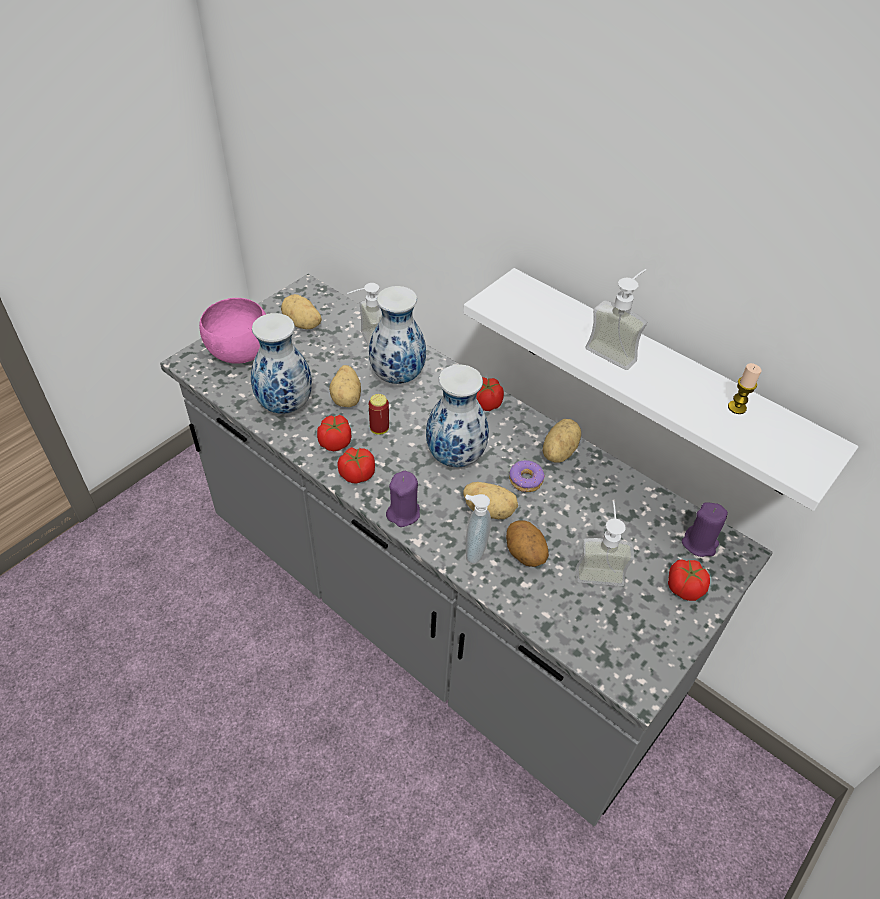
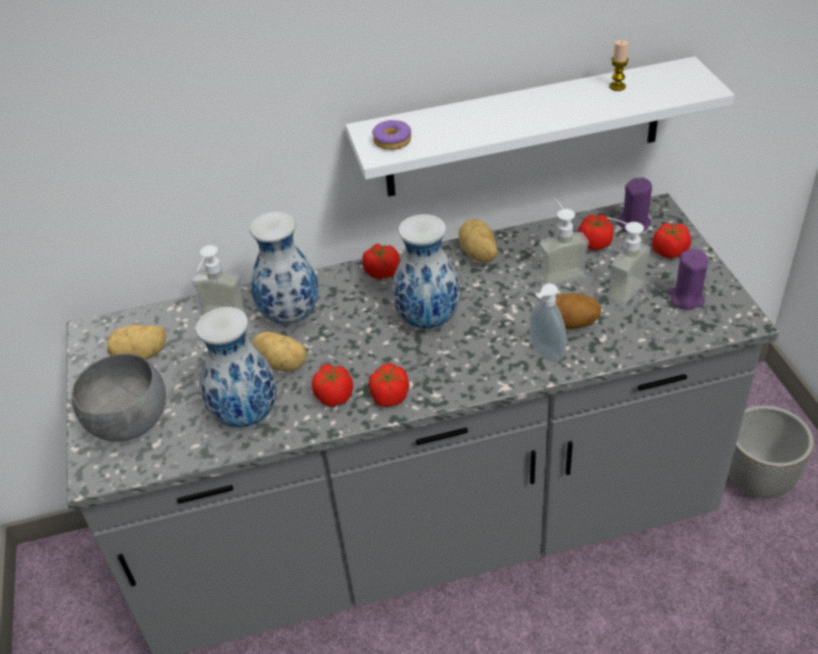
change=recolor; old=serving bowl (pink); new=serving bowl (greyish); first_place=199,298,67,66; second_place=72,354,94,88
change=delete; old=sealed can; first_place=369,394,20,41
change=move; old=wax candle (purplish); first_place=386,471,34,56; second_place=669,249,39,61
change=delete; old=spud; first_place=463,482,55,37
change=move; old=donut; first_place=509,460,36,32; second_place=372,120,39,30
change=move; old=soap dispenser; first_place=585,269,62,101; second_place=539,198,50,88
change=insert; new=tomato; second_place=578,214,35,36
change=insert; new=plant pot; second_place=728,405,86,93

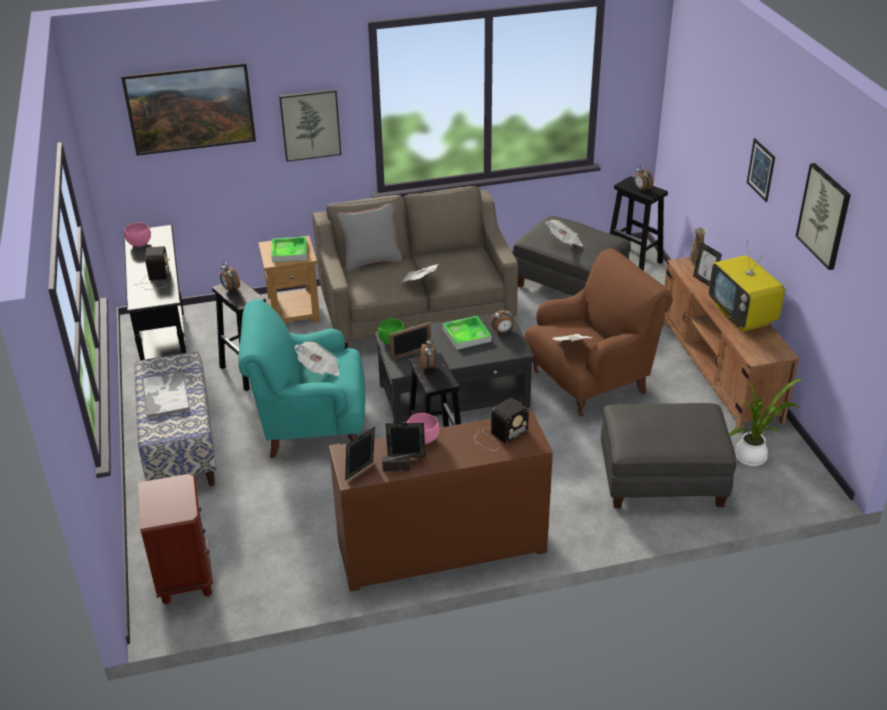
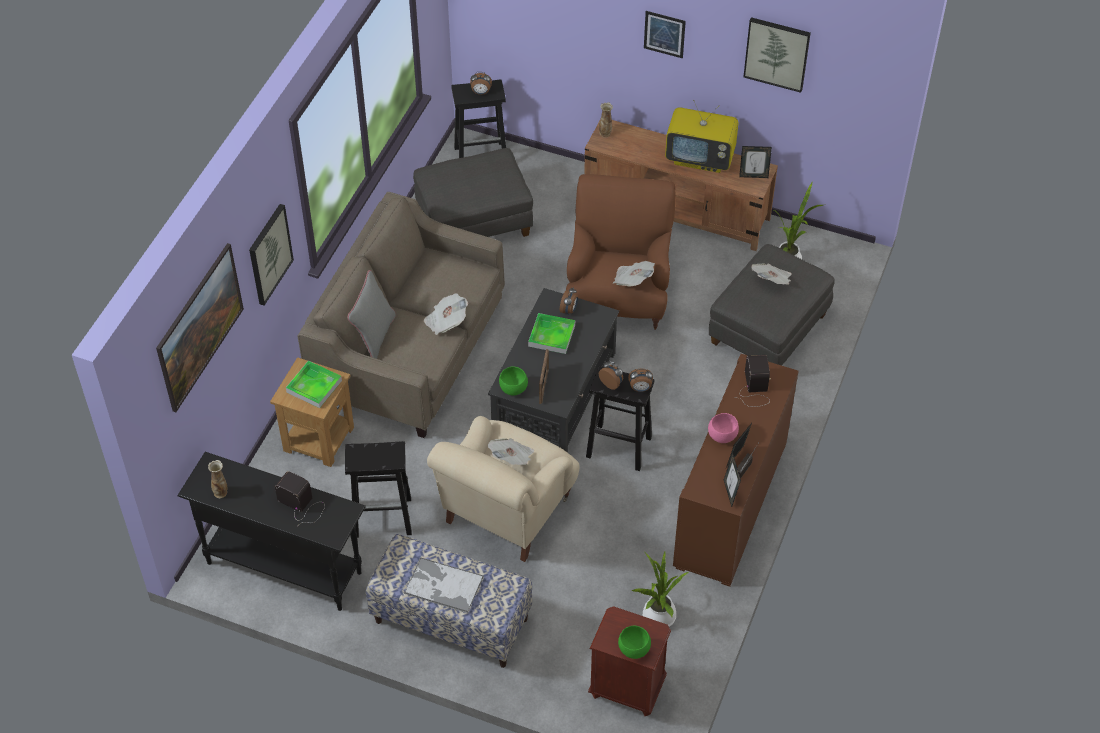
change=replace; old=serving bowl (pink); new=flower vase; first_place=124,222,27,25; second_place=208,460,19,38
change=move; old=alarm clock; first_place=220,262,20,30; second_place=628,369,25,23
change=recolor; old=armchair (turquoise-coloured); new=armchair (beige-coloured); first_place=238,299,127,159; second_place=427,416,153,146
change=move; old=newspaper; first_place=545,220,38,26; second_place=751,264,41,21
change=move; old=photo frame; first_place=693,242,29,44; second_place=739,146,33,32
change=insert; new=serving bowl (green); second_place=618,626,33,33
change=insert; new=potted plant; second_place=632,551,56,76

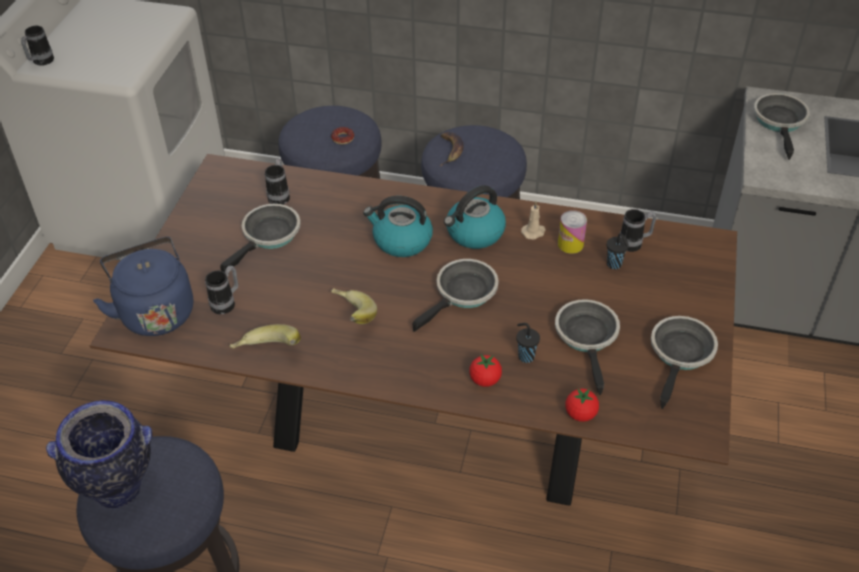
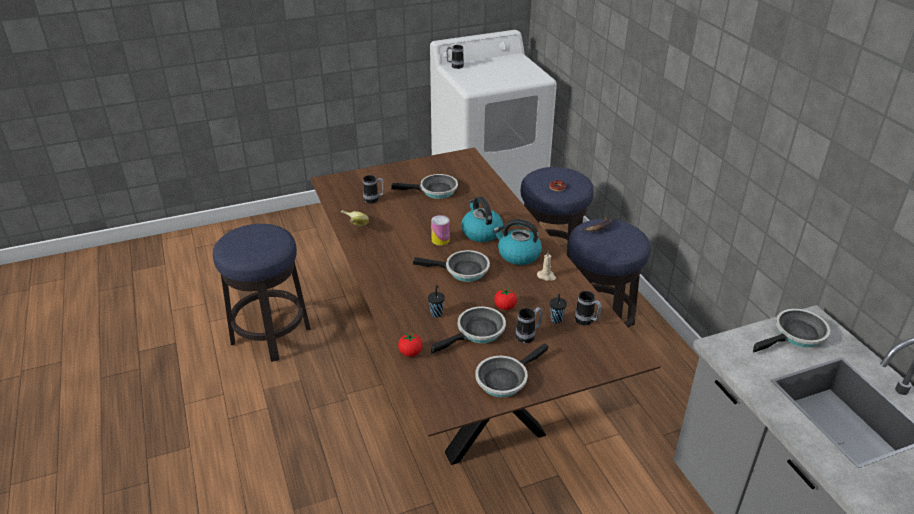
change=delete; old=flower vase; first_place=46,400,107,108
change=delete; old=tea kettle (blue-coloured); first_place=93,237,100,99
change=move; old=coffee mug; first_place=265,158,25,47; second_place=516,307,27,36
change=delete; old=whole banana; first_place=331,288,46,36
change=move; old=tomato; first_place=469,355,33,32; second_place=494,287,23,23
change=move; old=sealed can; first_place=558,210,29,44; second_place=431,215,19,31
change=rotate; old=skillet; first_place=651,316,67,93; second_place=475,343,74,54; degrees=150

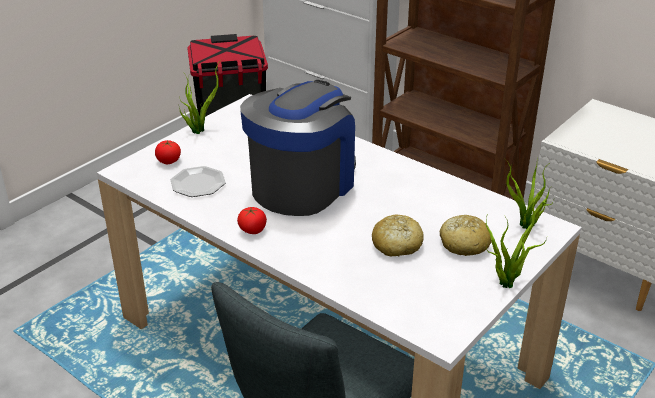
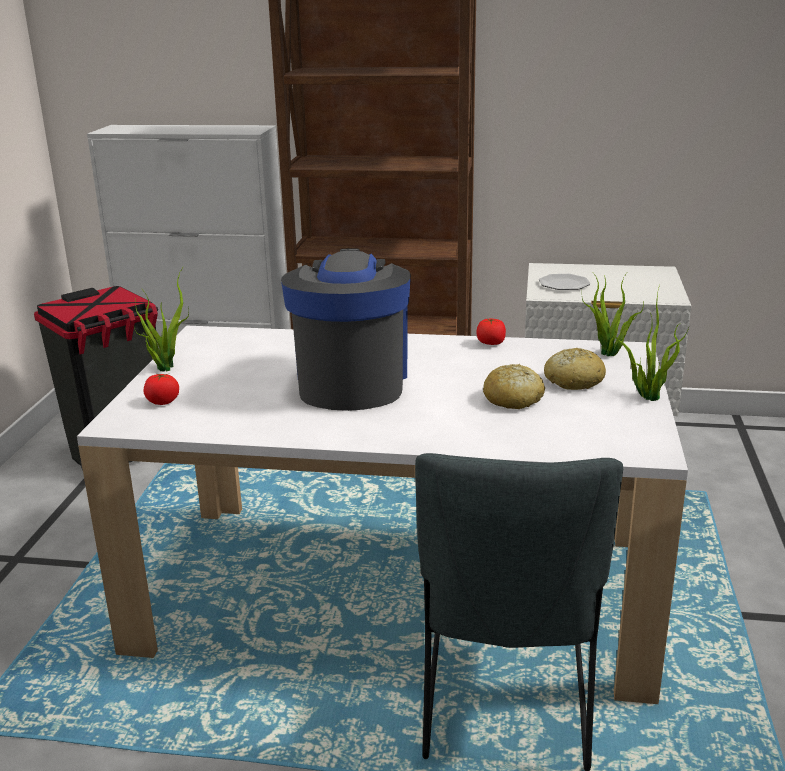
change=move; old=flat dish; first_place=171,166,55,31; second_place=539,274,51,16
change=move; old=tomato; first_place=237,207,30,27; second_place=476,318,30,27

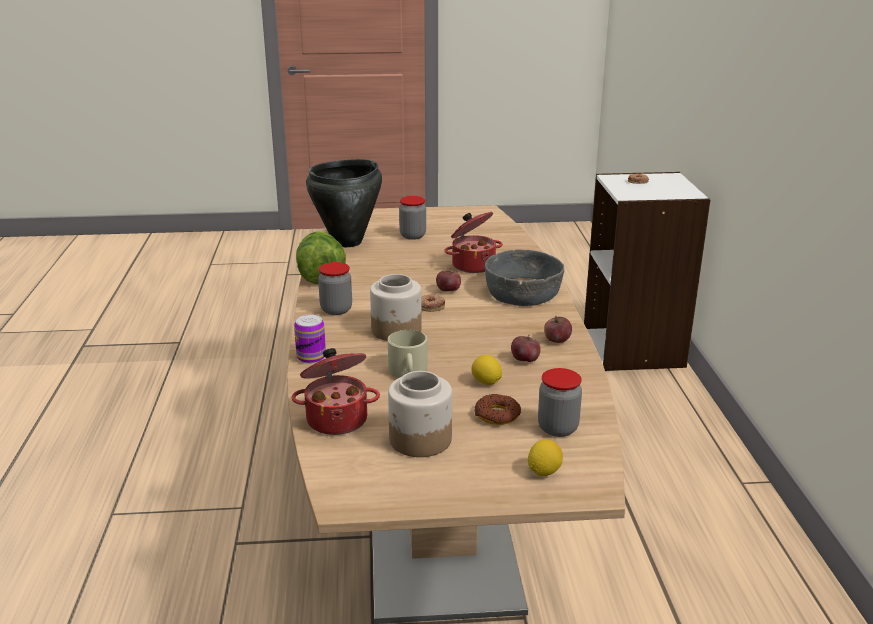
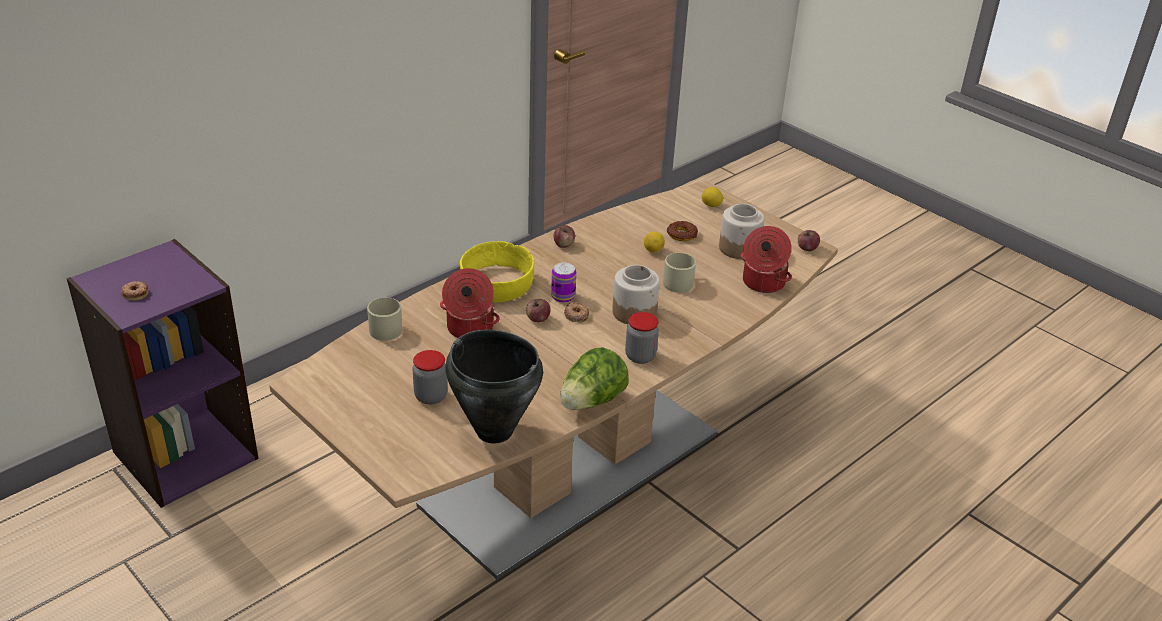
change=move; old=sealed can; first_place=294,314,32,50; second_place=551,263,25,40
change=recolor; old=serving bowl (greyish); new=serving bowl (yellow); first_place=485,249,79,57; second_place=460,241,74,61
change=move; old=apple; first_place=511,335,30,27; second_place=798,230,22,21
change=delete; old=preserve jar; first_place=538,368,44,69
change=recolor; old=shelving unit (white); new=shelving unit (purplish); first_place=584,172,127,199; second_place=67,239,192,269
change=insert; new=coffee mug (beige-coloured); second_place=367,297,35,44

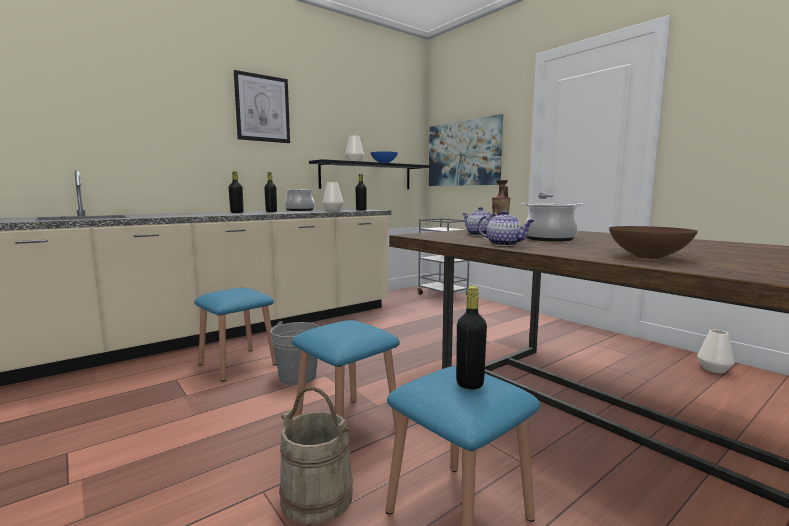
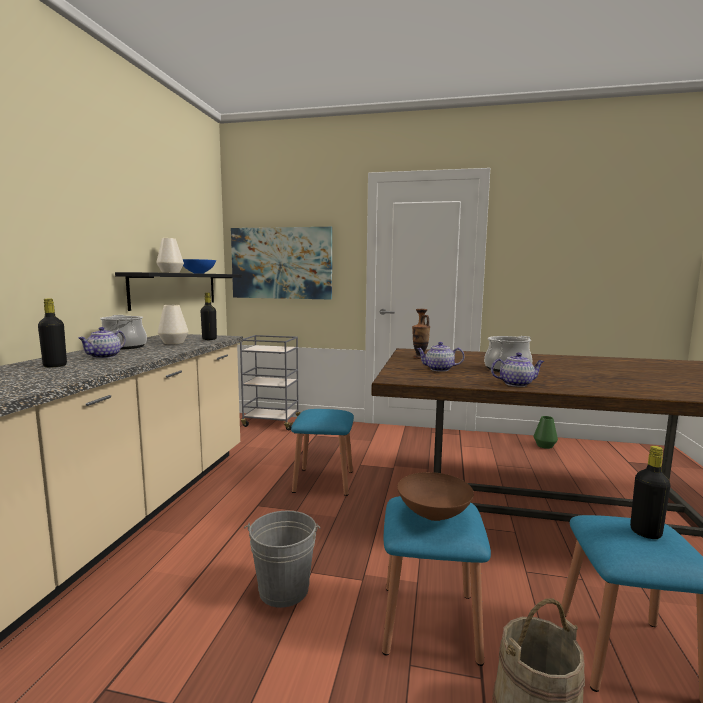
change=move; old=stool (blue-coloured); first_place=194,288,83,94; second_place=291,409,63,87
change=delete; old=wall art; first_place=234,70,56,73
change=replace; old=beverage bottle (black); new=teapot; first_place=264,172,13,40; second_place=78,327,48,31
change=move; old=serving bowl (brownish); first_place=609,226,89,33; second_place=397,472,77,49
change=recolor; old=flower vase (white); new=flower vase (green); first_place=697,329,38,44; second_place=533,416,25,33

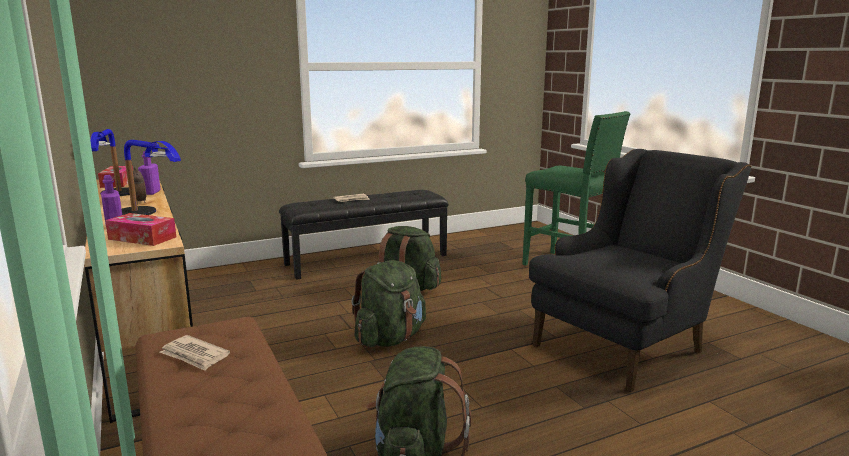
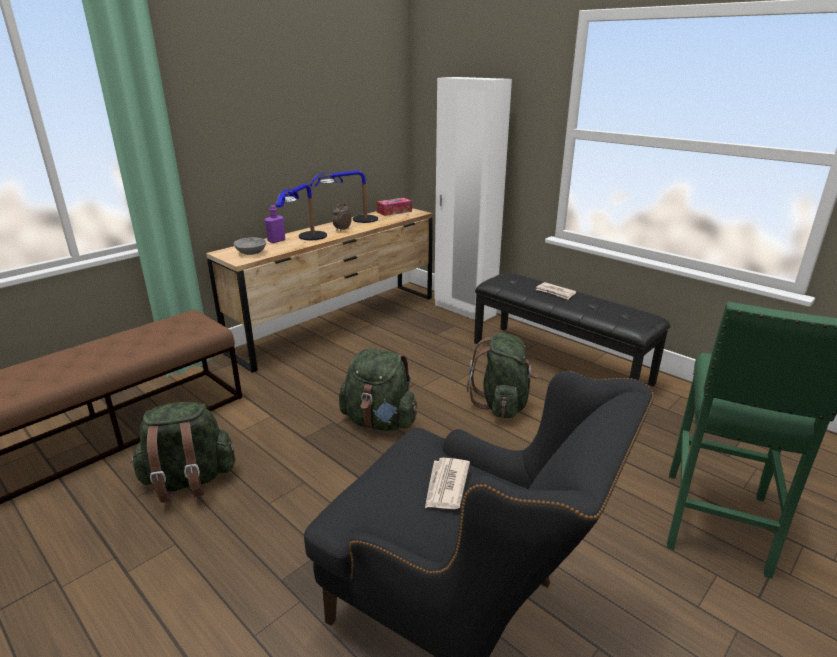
change=replace; old=tissue box; new=serving bowl (greyish); first_place=105,213,71,33; second_place=234,237,32,18
change=delete; old=beverage bottle (purplish); first_place=138,151,23,44
change=move; old=newspaper; first_place=160,335,70,36; second_place=425,458,45,51
change=insert; new=wardrobe (white); second_place=434,77,78,244

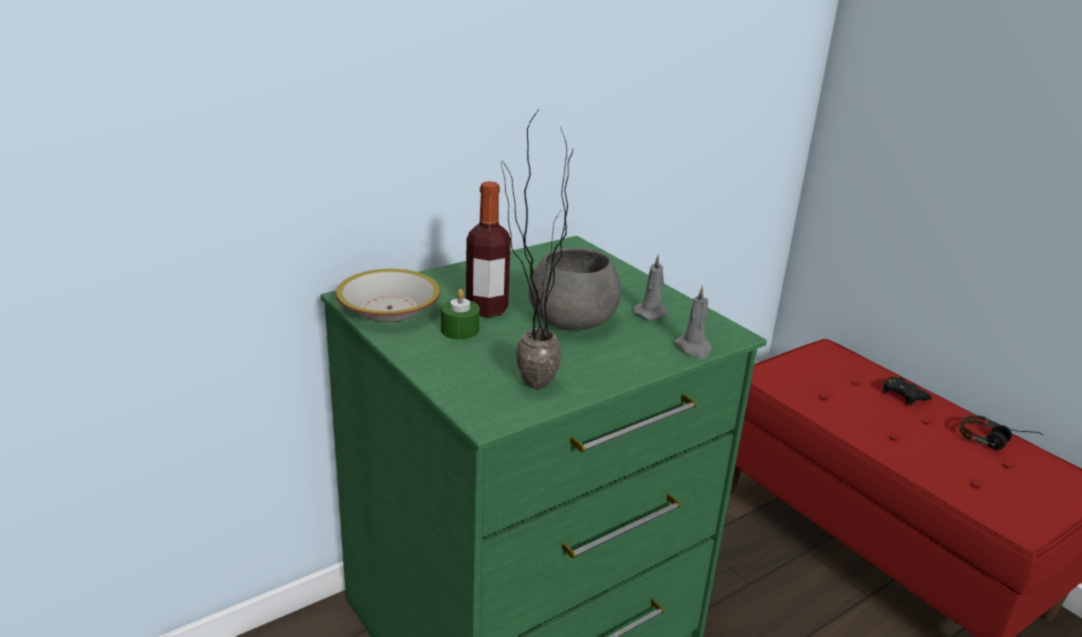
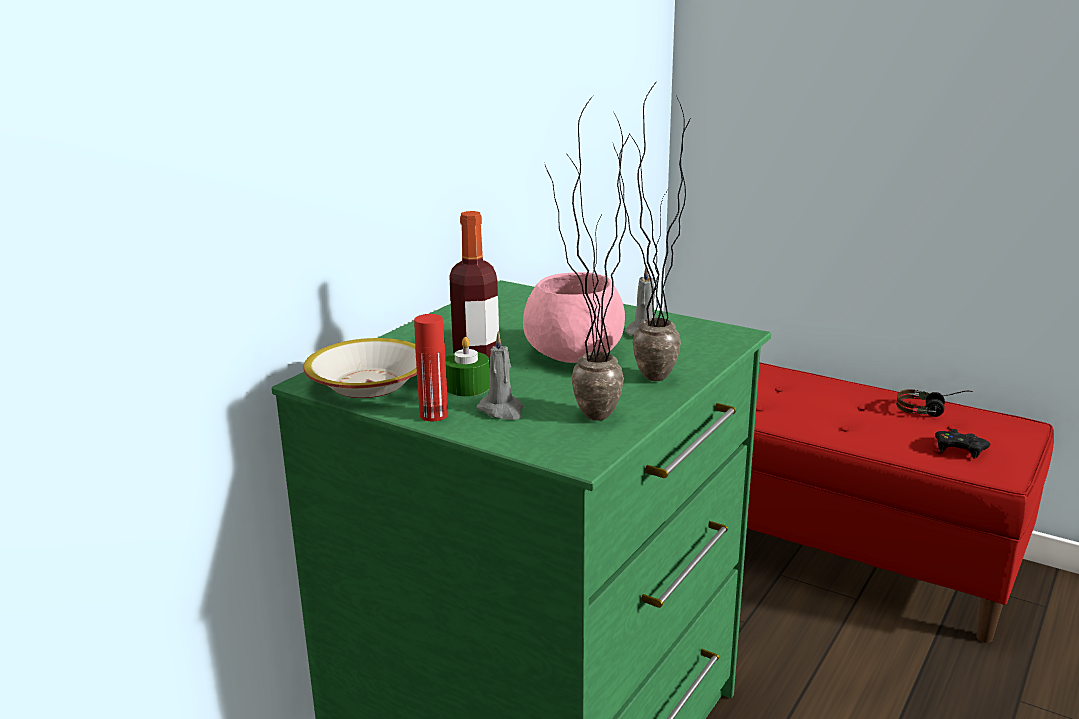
change=recolor; old=serving bowl (greyish); new=serving bowl (pink); first_place=529,248,92,82; second_place=523,272,102,91
change=move; old=wax candle (greyish); first_place=674,285,38,74; second_place=477,331,46,89
change=move; old=game controller (black); first_place=883,377,49,28; second_place=935,429,56,30
change=insert; new=beverage bottle (reddish); second_place=414,314,34,107
change=insert; new=potted plant; second_place=613,80,78,301

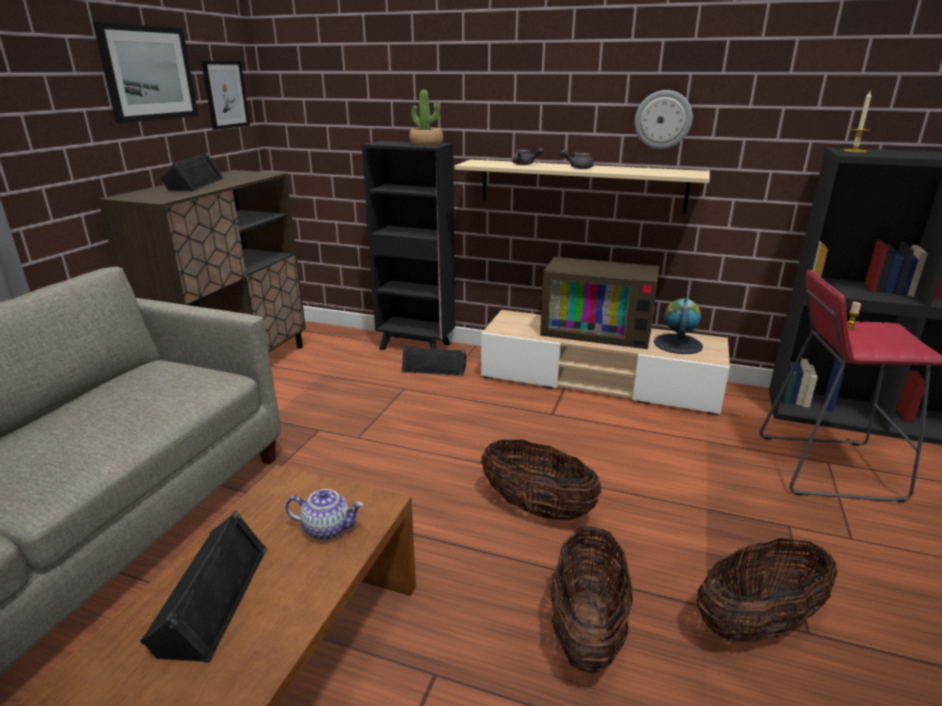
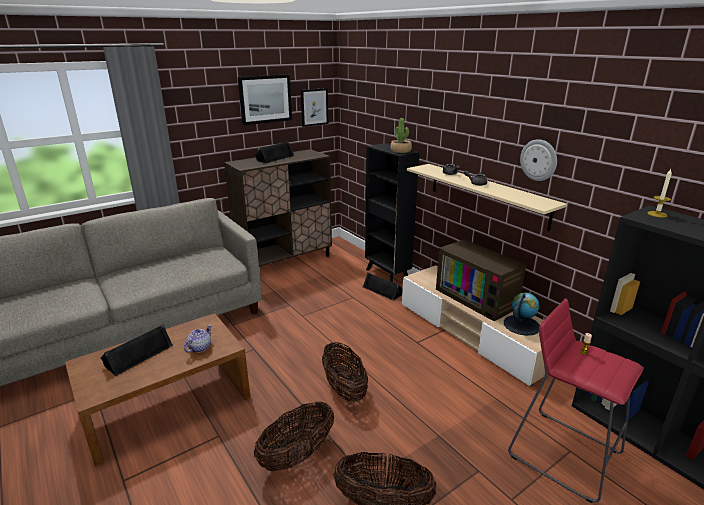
change=rotate; old=teapot; first_place=285,489,79,51; second_place=184,325,28,28; degrees=-105

